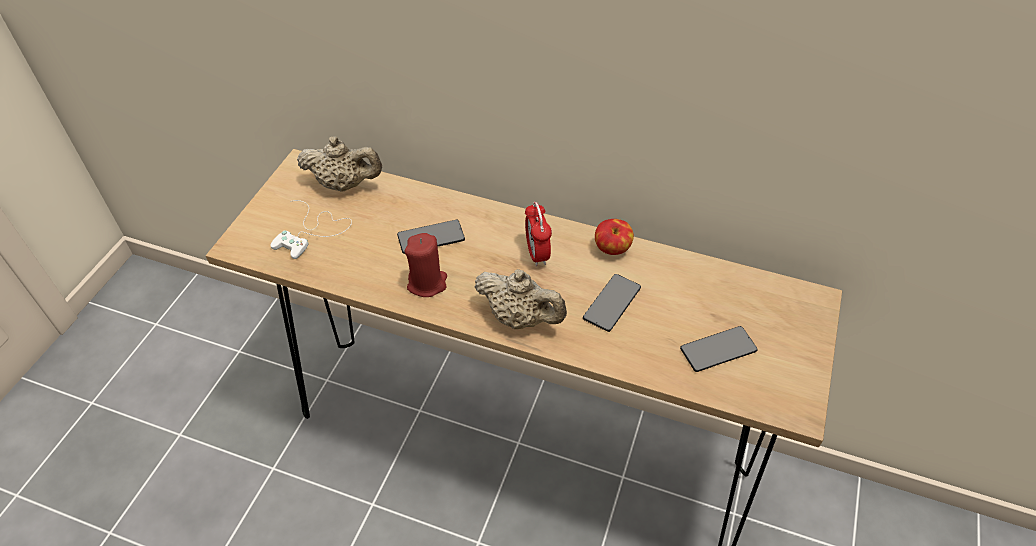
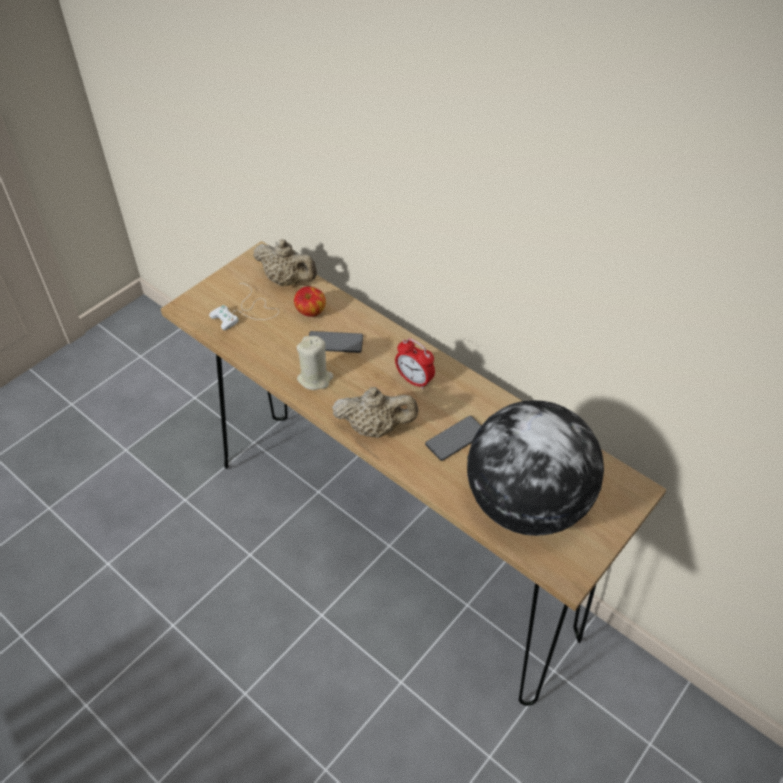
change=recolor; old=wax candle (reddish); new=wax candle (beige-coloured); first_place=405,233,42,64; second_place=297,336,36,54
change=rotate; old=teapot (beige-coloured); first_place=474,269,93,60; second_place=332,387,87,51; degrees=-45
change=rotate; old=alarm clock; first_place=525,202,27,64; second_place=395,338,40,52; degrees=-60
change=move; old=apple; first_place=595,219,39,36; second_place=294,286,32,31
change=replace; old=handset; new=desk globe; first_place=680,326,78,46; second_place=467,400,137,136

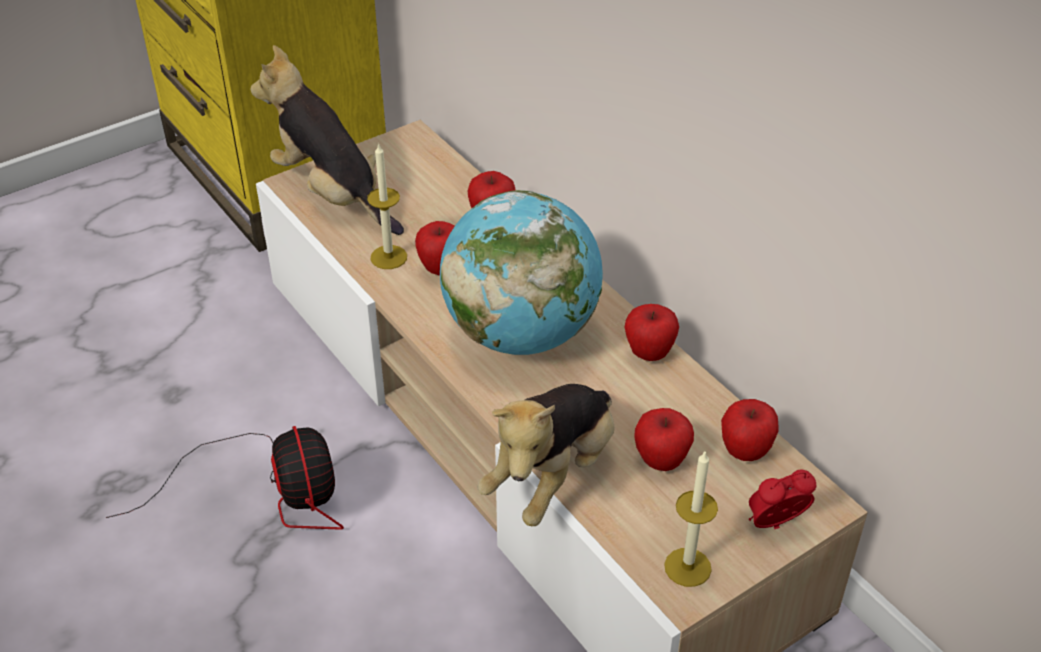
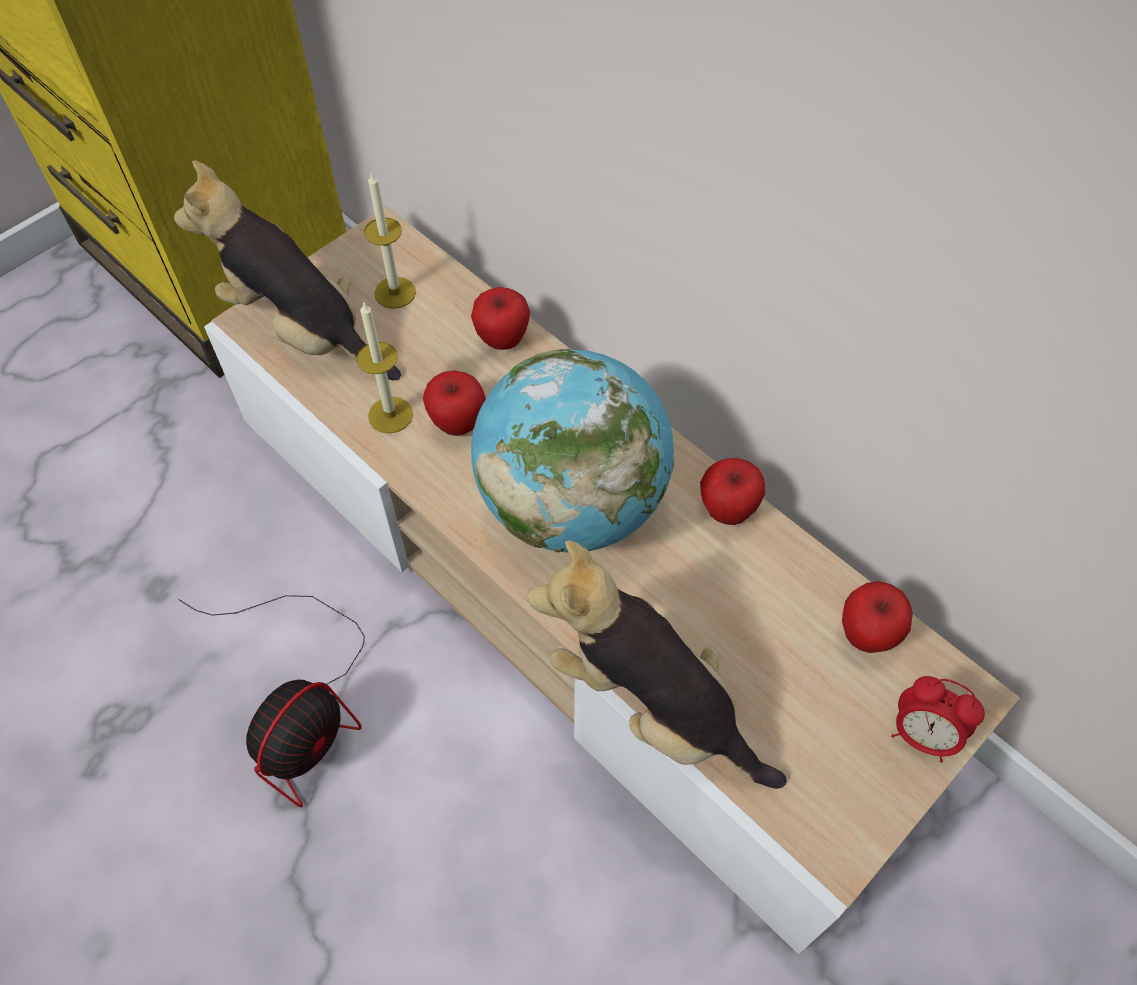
change=rotate; old=fan; first_place=106,426,238,104; second_place=178,595,186,212; degrees=60
change=rotate; old=cuddly toy; first_place=477,384,138,142; second_place=527,540,260,249; degrees=105
change=delete; old=apple; first_place=634,408,60,63
change=move; old=wax candle; first_place=664,450,54,137; second_place=364,171,52,138
change=rotate; old=alarm clock; first_place=749,470,67,59; second_place=891,676,94,87; degrees=-120

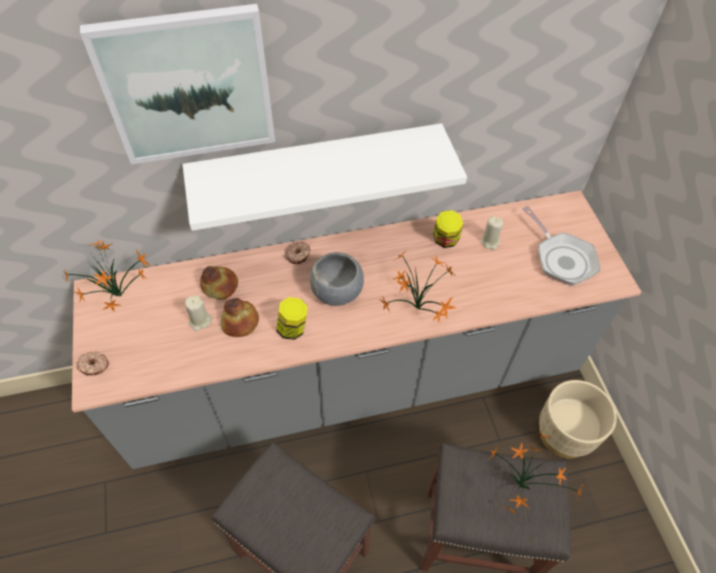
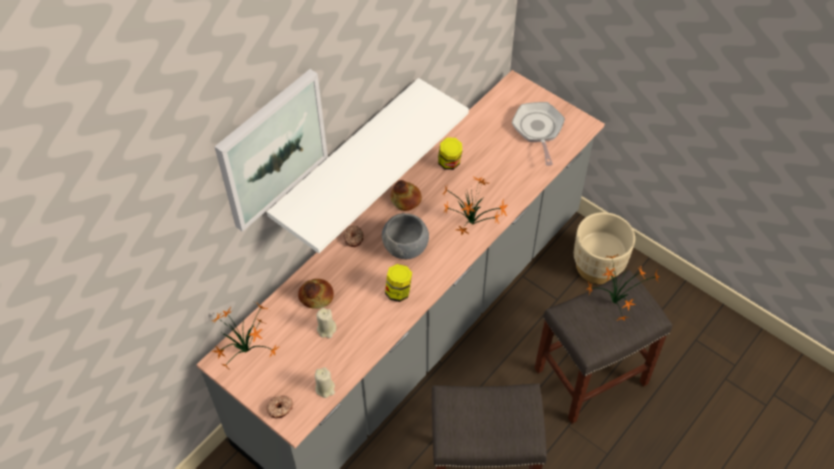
change=move; old=baked bread; first_place=221,298,38,39; second_place=390,180,32,31
change=move; old=wax candle (beige-coloured); first_place=481,216,22,34; second_place=315,367,20,31
change=rotate; old=skillet; first_place=522,206,78,80; second_place=512,102,53,64; degrees=-120

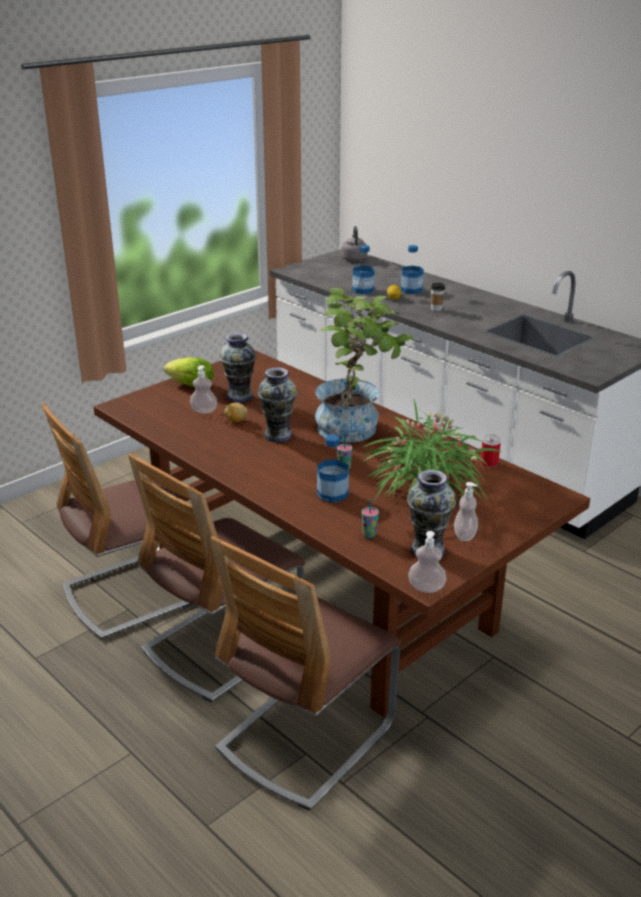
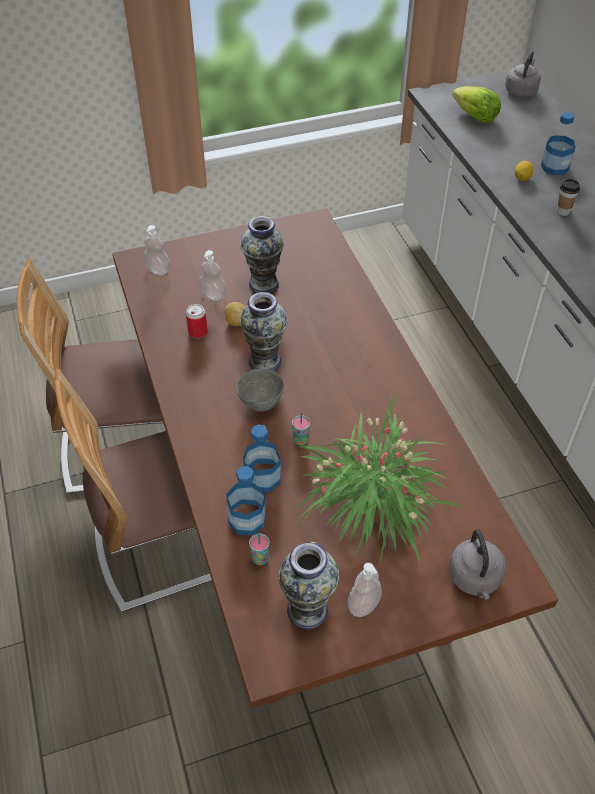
change=move; old=head of lettuce; first_place=164,357,50,30; second_place=453,86,48,37
change=delete; old=upright chair; first_place=211,536,190,275
change=delete; old=potted plant; first_place=315,288,100,155
change=move; old=beverage bottle; first_place=352,245,23,49; second_place=226,466,40,69
change=move; old=soap dispenser; first_place=408,531,39,62; second_place=144,225,27,50
change=move; old=sealed can; first_place=480,434,21,33; second_place=186,304,22,34
change=insert; new=serving bowl (greyish); second_place=236,369,48,42
change=insert; new=tea kettle (greyish); second_place=449,529,57,71

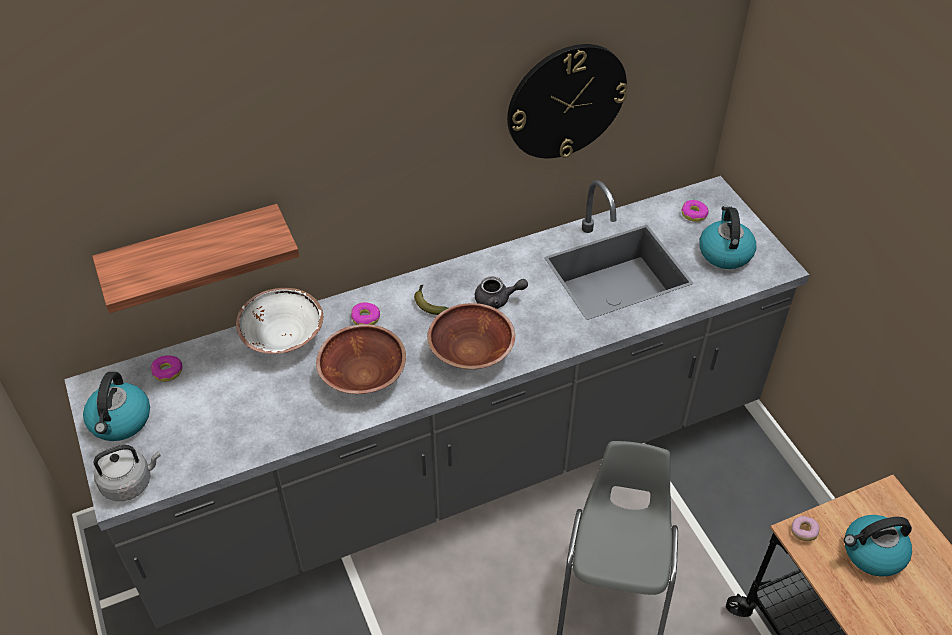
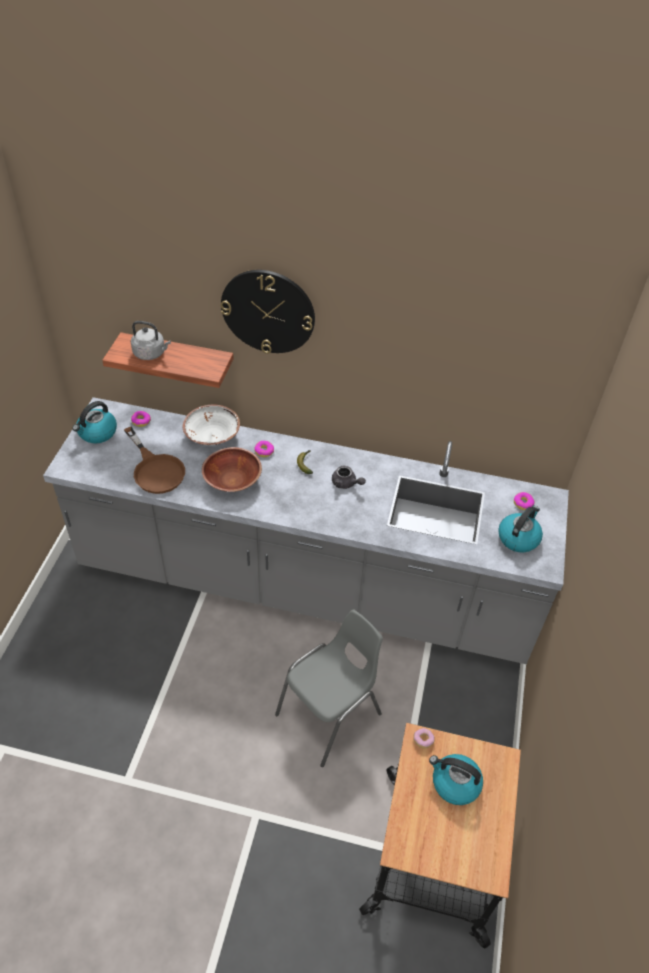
change=move; old=tea kettle (greyish); first_place=93,445,68,56; second_place=131,321,40,39
change=delete; old=serving bowl (brownish); first_place=427,303,88,66
change=move; old=clock on the wall; first_place=507,44,121,114; second_place=221,270,94,84
change=insert; new=skillet (brownish); second_place=124,427,61,67

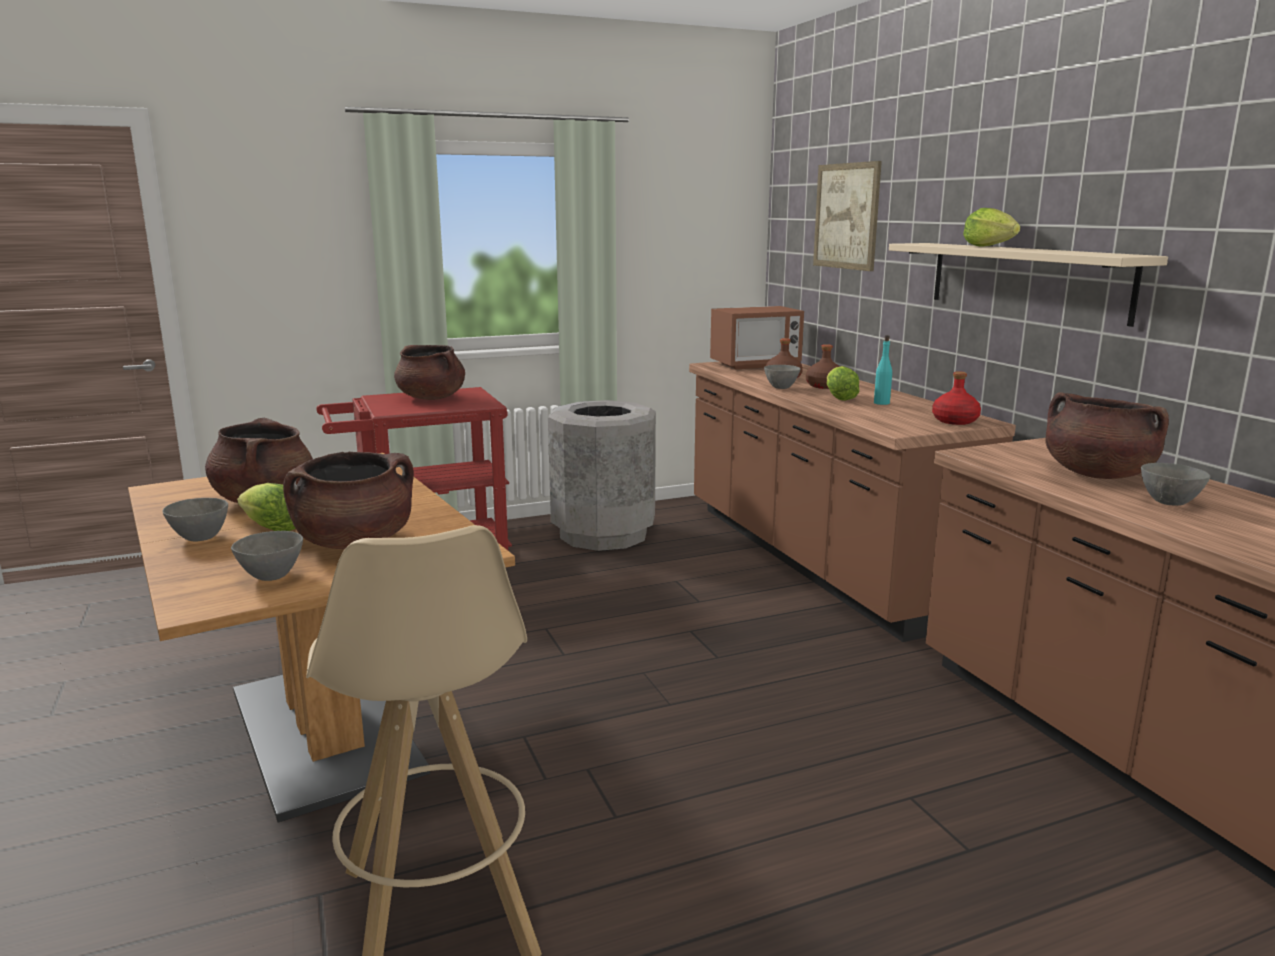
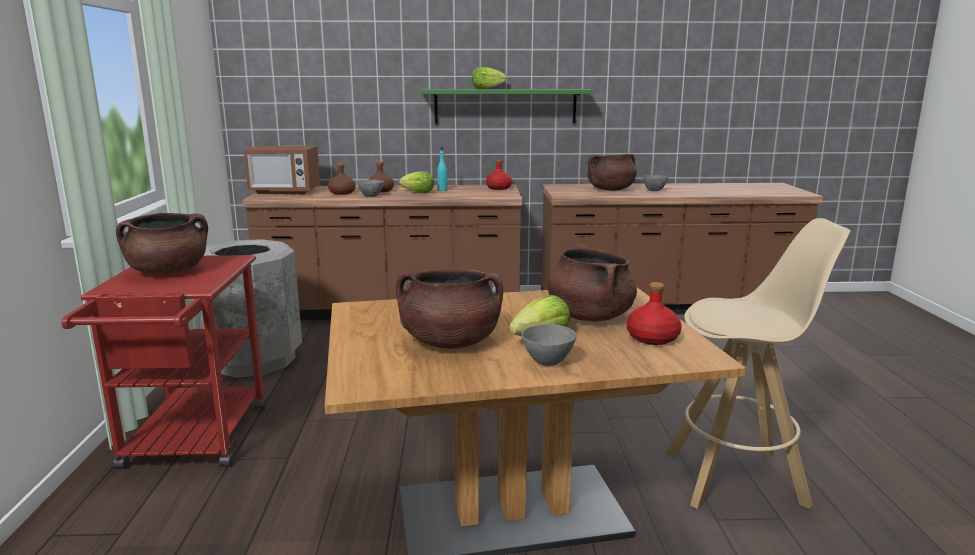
change=replace; old=serving bowl (greyish); new=beverage bottle (reddish); first_place=231,531,72,50; second_place=627,282,54,63
change=rotate; old=microwave; first_place=710,306,94,63; second_place=244,146,76,48; degrees=90
change=delete; old=wall art; first_place=813,161,69,110
change=recolor; old=shelf (beige-coloured); new=shelf (green); first_place=889,243,279,84; second_place=420,89,174,35

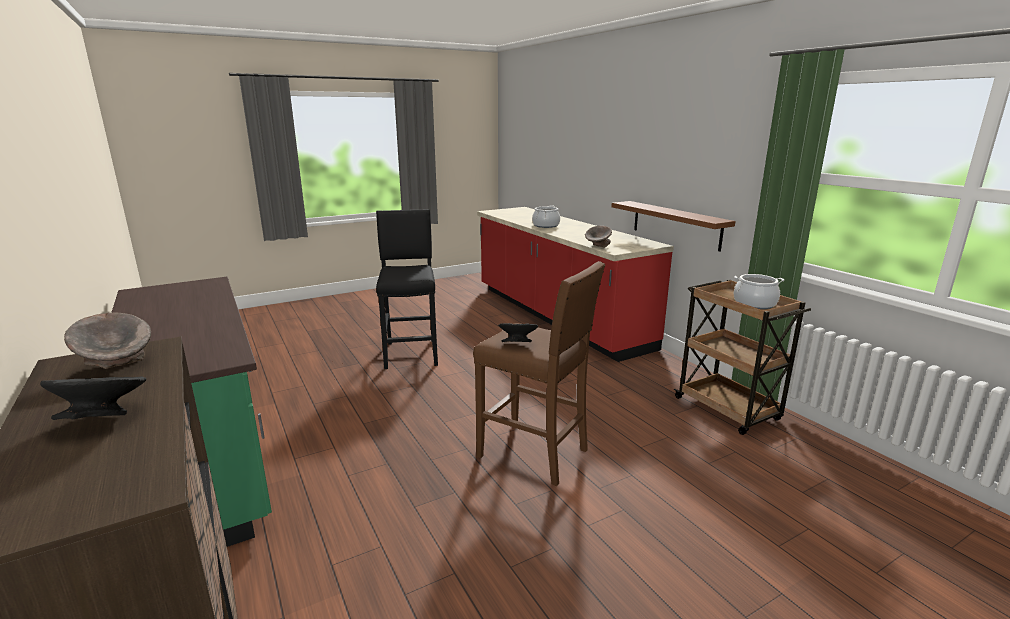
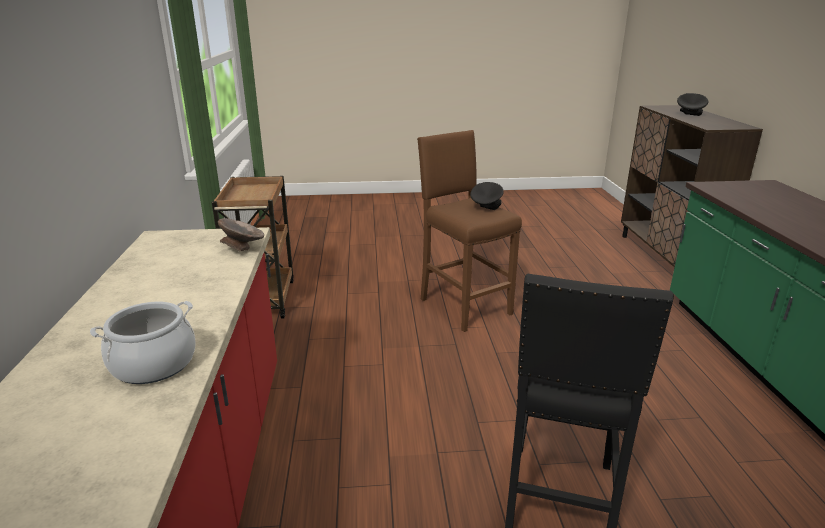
change=delete; old=serving bowl (greyish); first_place=64,312,87,57
change=delete; old=shelf (brownish); first_place=611,201,125,51
change=delete; old=cooking pot; first_place=734,274,50,35

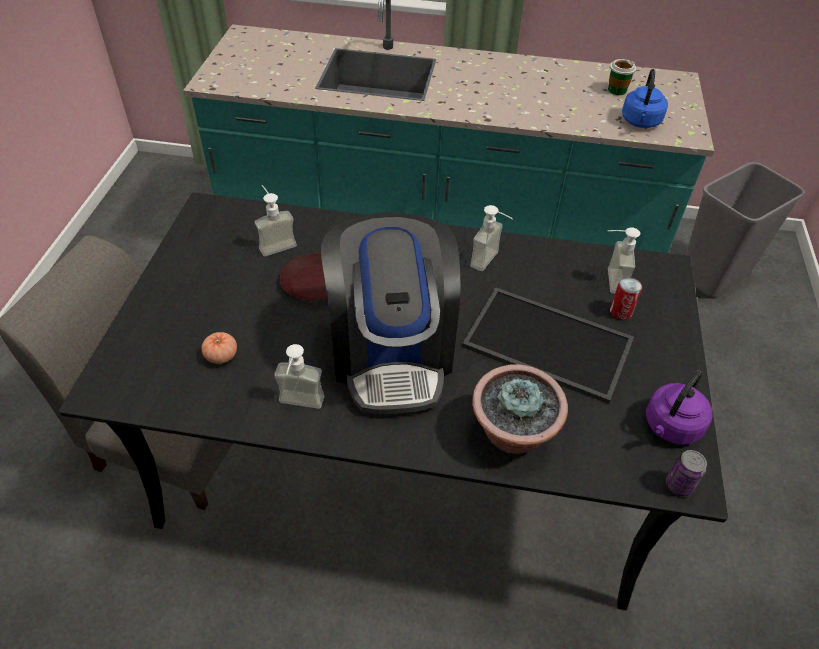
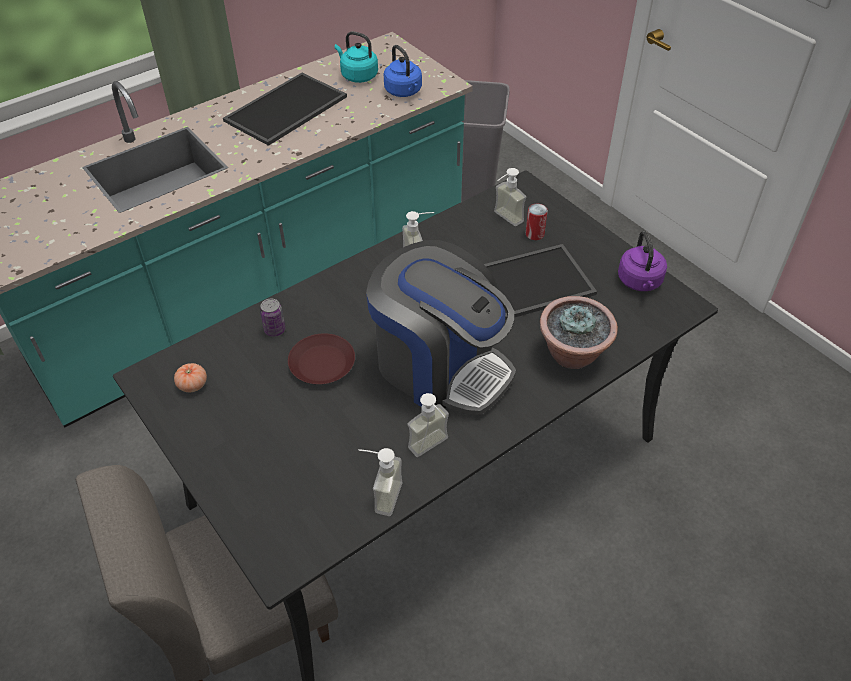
change=move; old=tomato; first_place=202,332,35,32; second_place=174,363,33,29
change=move; old=soap dispenser; first_place=255,185,42,72; second_place=359,448,44,68
change=replace; old=small cup; new=tea kettle (turquoise-coloured); first_place=608,59,28,36; second_place=335,31,43,52
change=move; old=sealed can; first_place=666,450,41,47; second_place=260,299,25,38
change=insert; new=carrying tray; second_place=223,73,124,73

